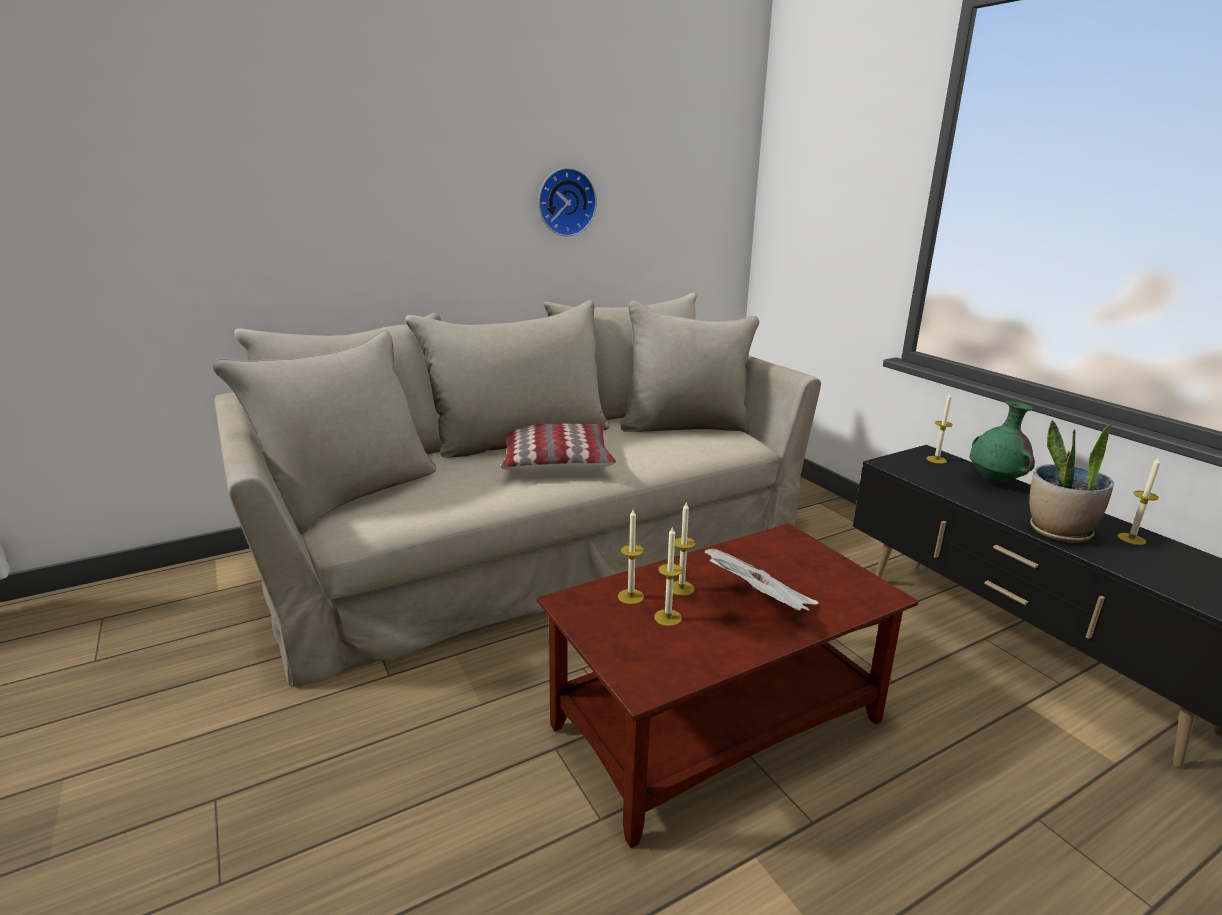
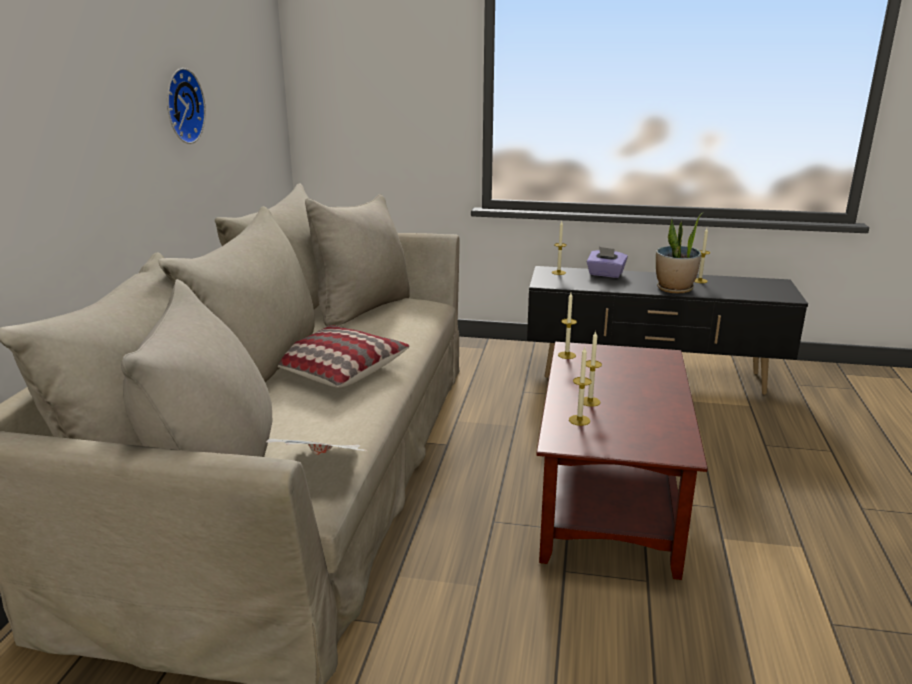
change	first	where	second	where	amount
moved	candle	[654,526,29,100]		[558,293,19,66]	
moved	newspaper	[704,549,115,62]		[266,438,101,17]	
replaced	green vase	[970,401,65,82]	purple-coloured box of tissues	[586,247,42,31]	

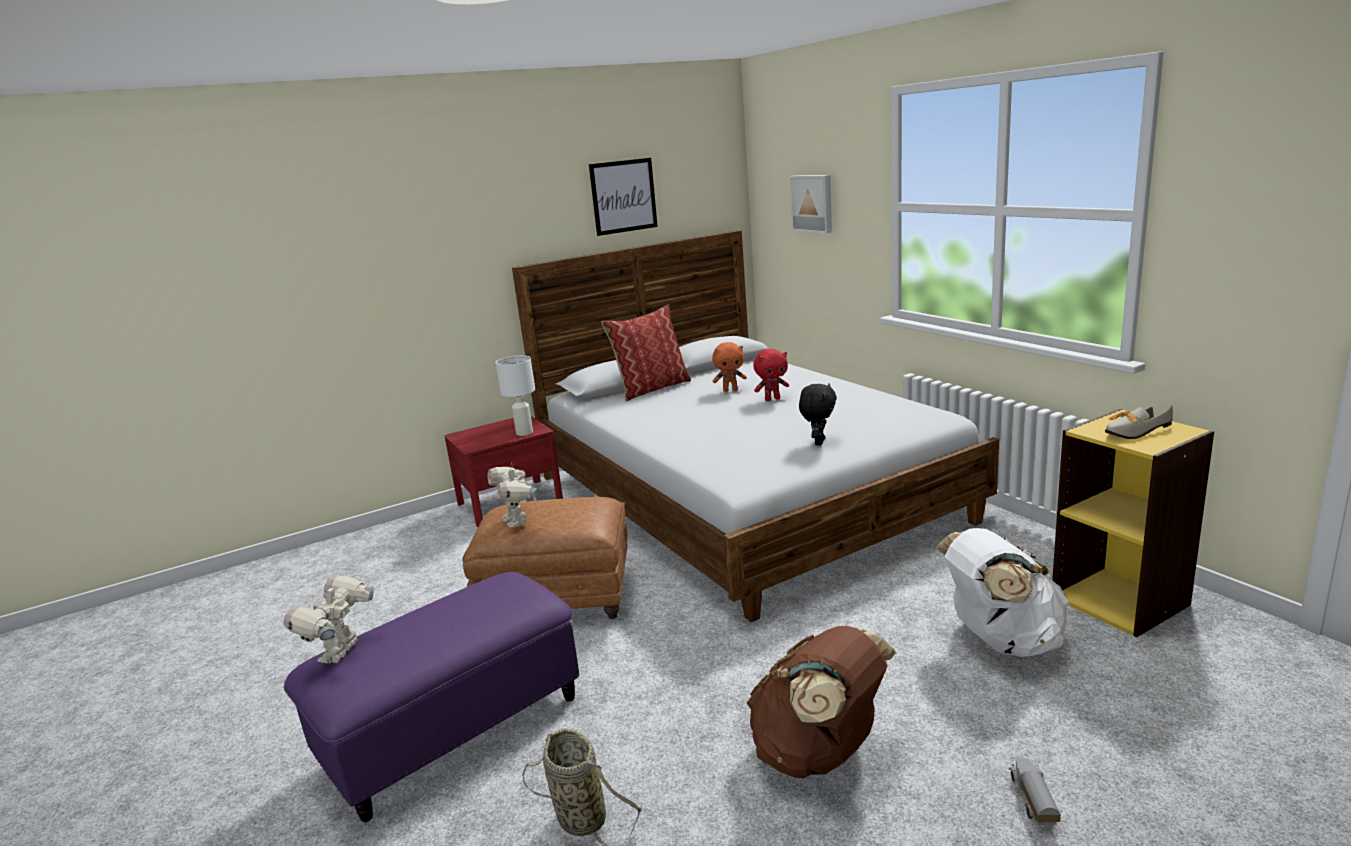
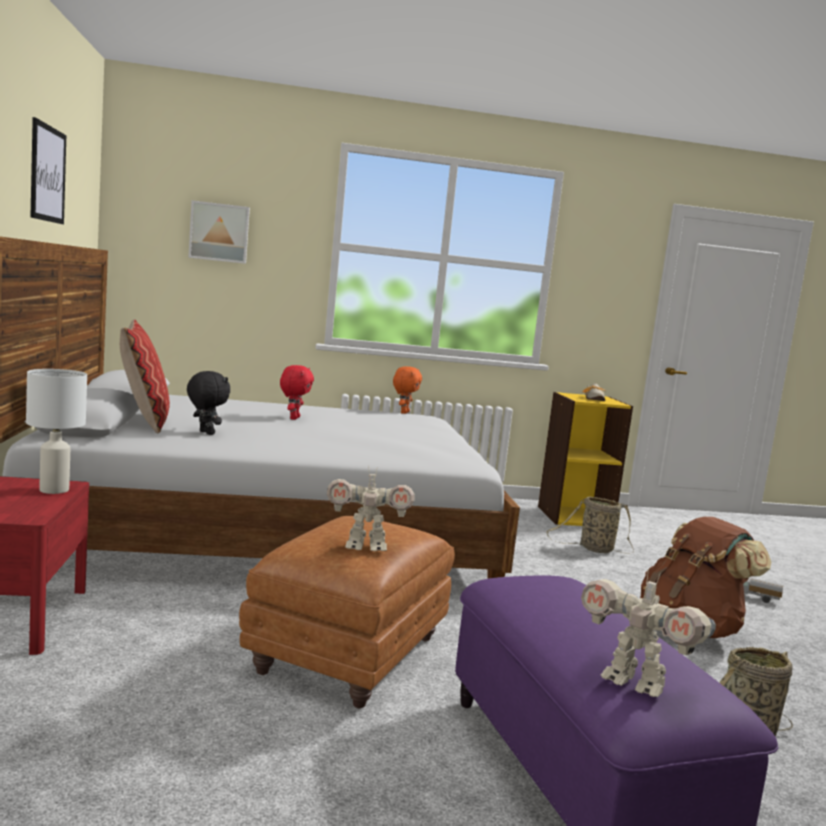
change	first	where	second	where	amount
moved	orangey soft toy	[712,342,35,50]		[393,366,29,48]	
moved	blackish soft toy	[799,383,38,62]		[187,371,43,64]	
replaced	white-coloured rucksack	[936,528,133,129]	basket	[546,497,88,57]	

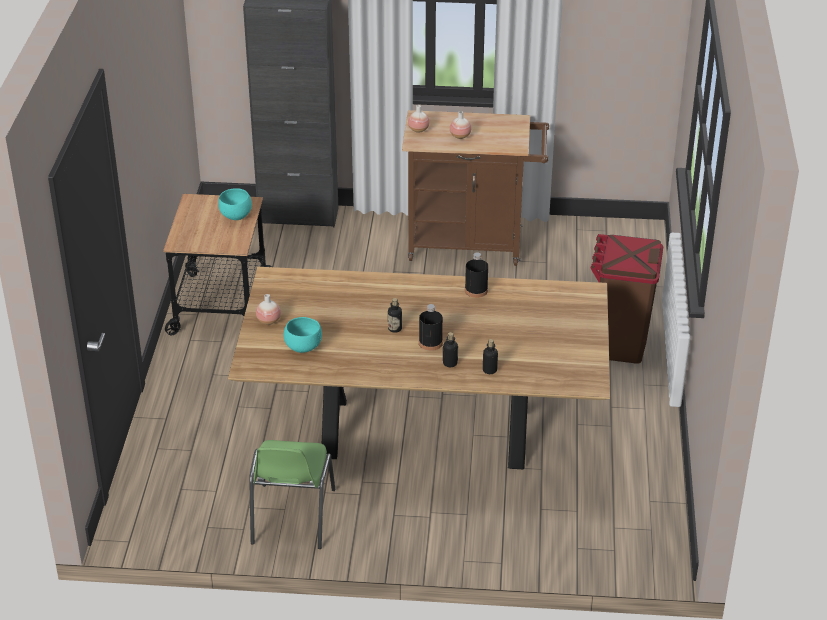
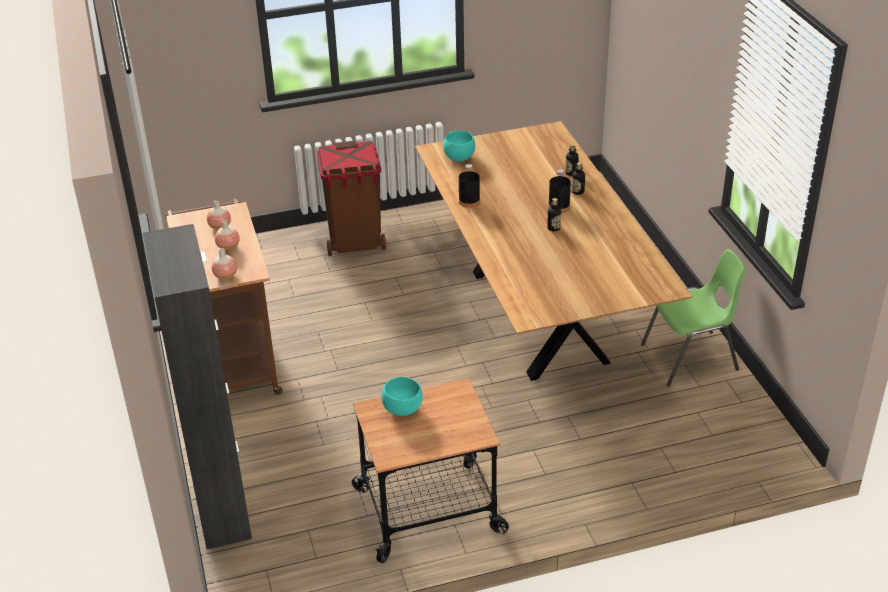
change	first	where	second	where	amount
moved	vase	[256,294,25,31]		[207,200,24,30]	
moved	turquoise-coloured bowl	[284,317,38,36]		[443,131,32,31]	

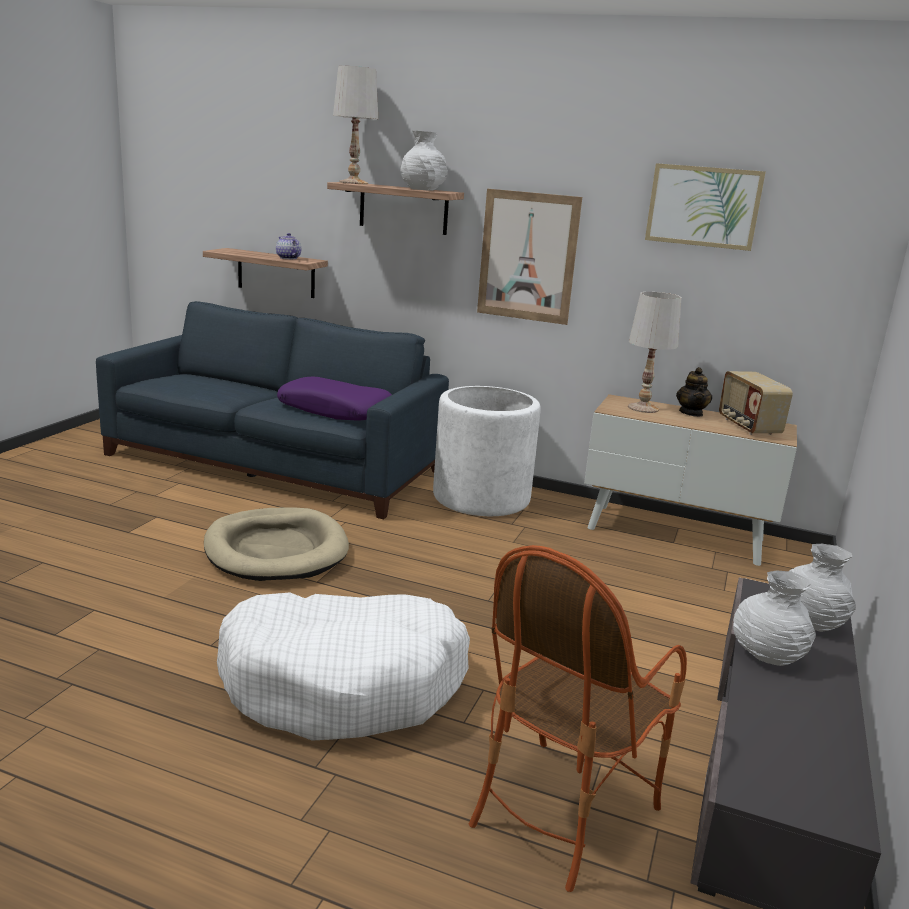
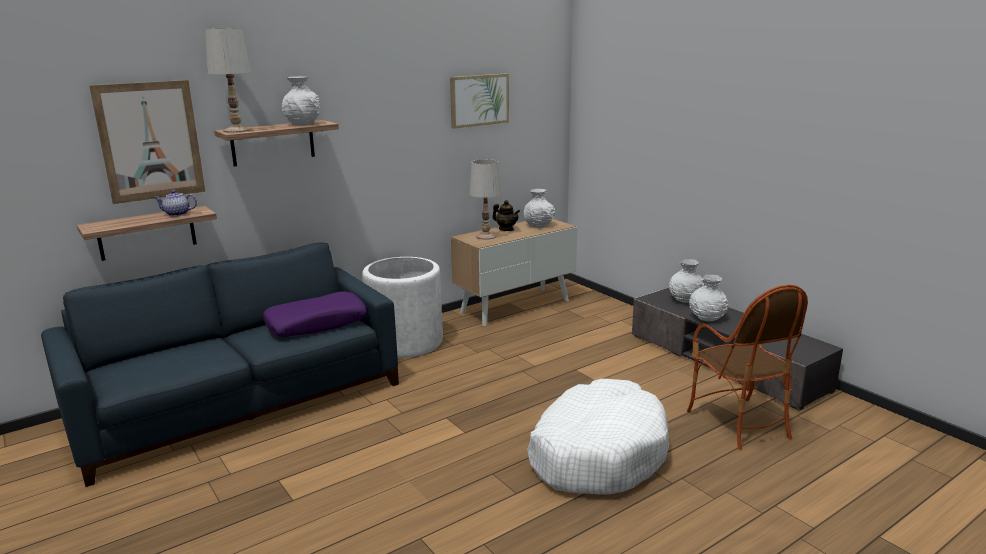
change	first	where	second	where	amount
removed	beige dog cushion	[204,507,145,74]			
moved	wall picture	[477,189,105,136]		[89,80,116,124]	
replaced	radio set	[719,371,74,64]	white-coloured vase	[524,189,31,39]	

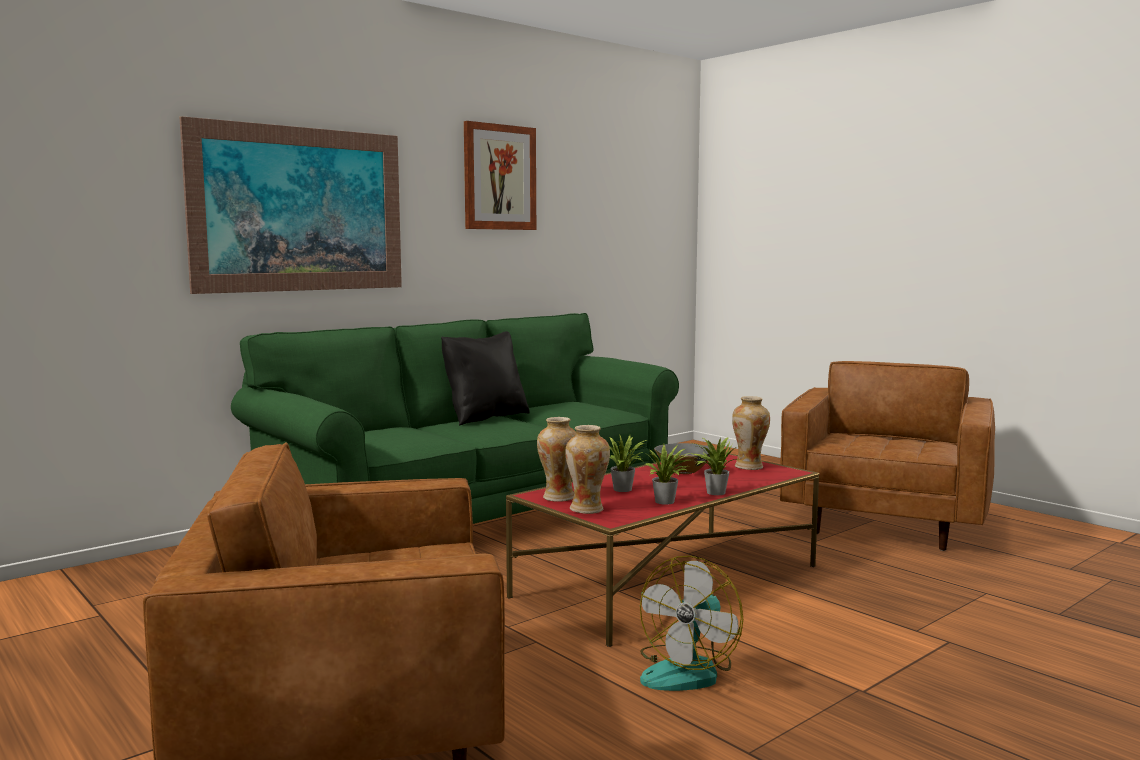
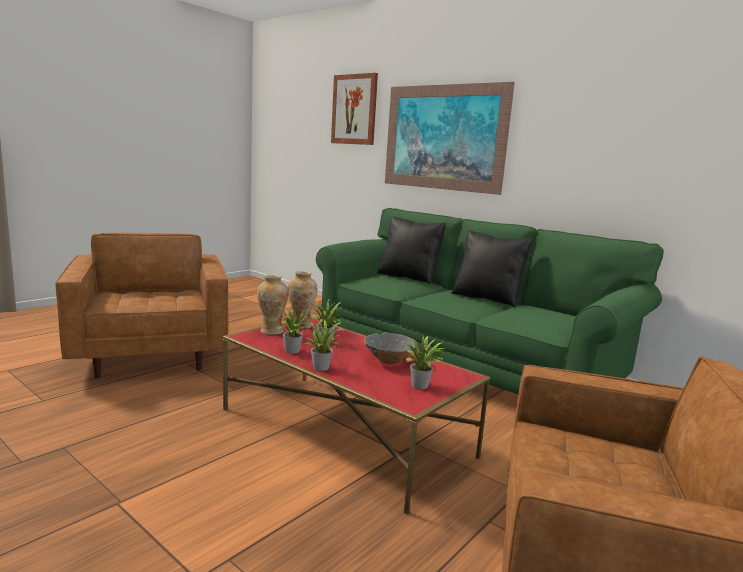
change	first	where	second	where	amount
removed	fan	[640,556,103,135]			
added			blackish cushion	[377,216,69,68]	
moved	wall picture	[464,121,72,109]		[331,73,47,72]	
replaced	vase	[732,396,38,74]	potted plant	[402,335,46,54]	

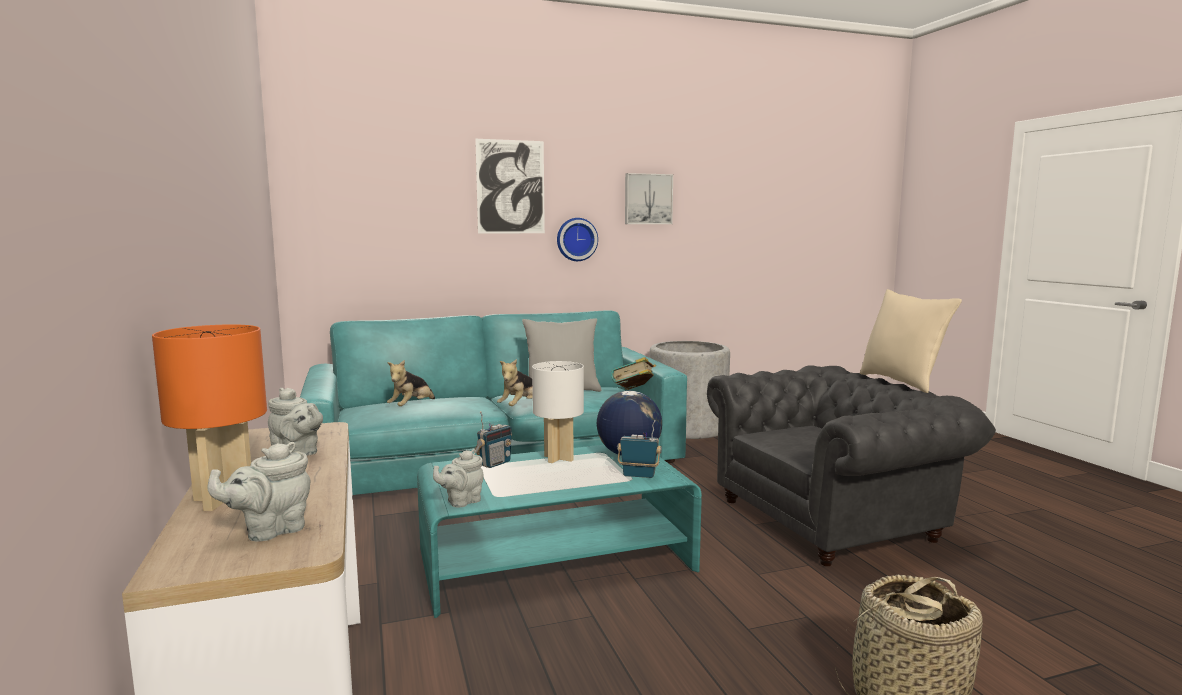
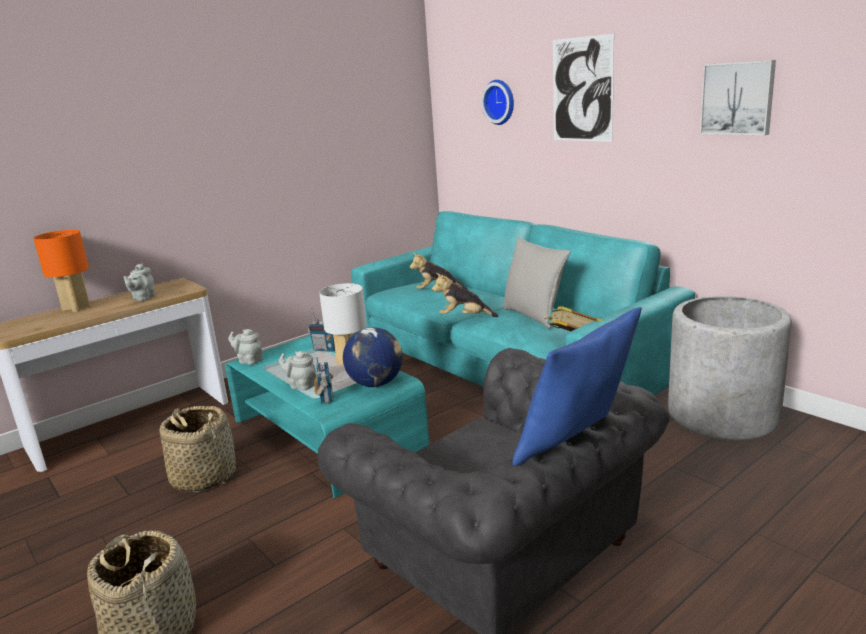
change	first	where	second	where	amount
added			basket	[159,406,77,86]	
moved	gray pot for tea	[207,442,104,100]		[279,351,38,40]	
moved	wall clock	[557,218,41,43]		[481,80,33,45]	
recoloured	beige cushion	[860,289,102,104]	blue cushion	[512,307,130,159]	

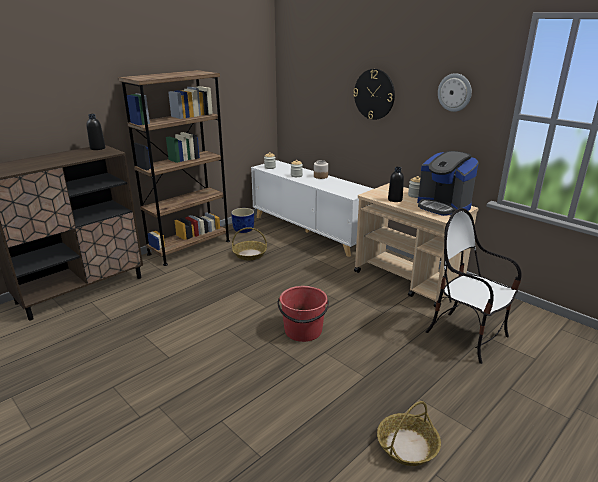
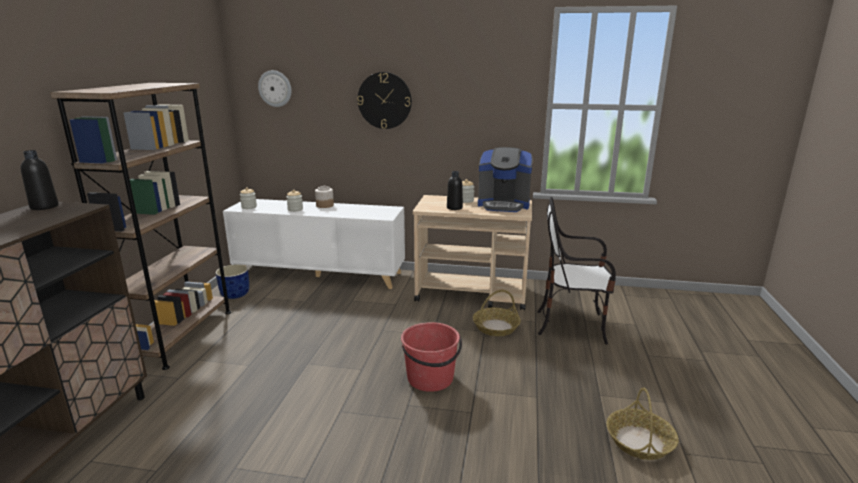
change	first	where	second	where	amount
moved	basket	[232,227,35,33]		[473,290,48,46]	
moved	wall clock	[438,73,34,39]		[258,70,34,37]	

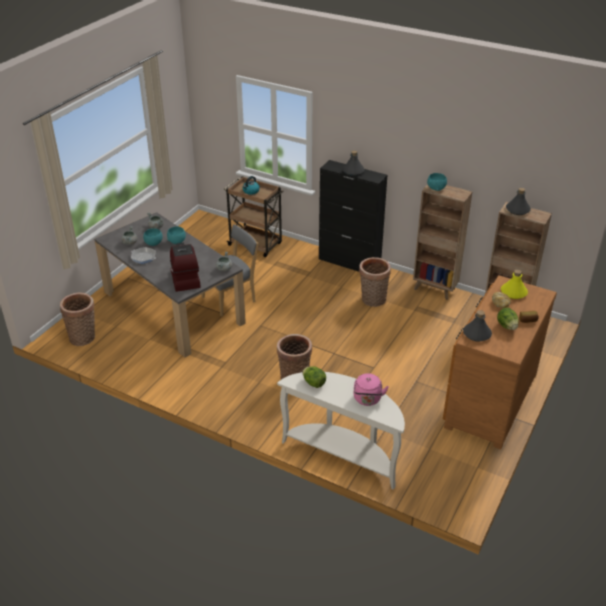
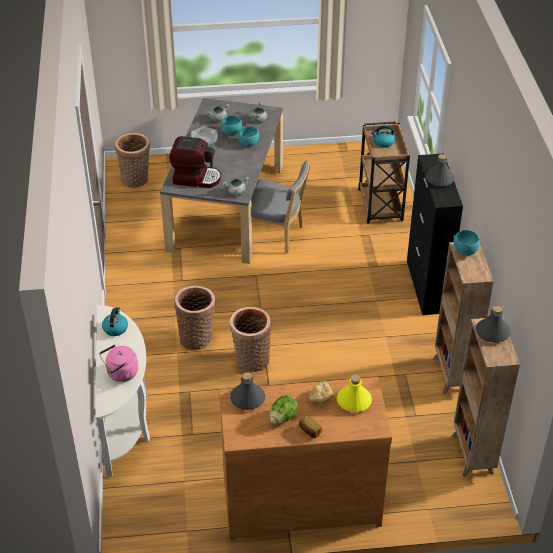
change	first	where	second	where	amount
moved	basket	[359,257,32,50]		[230,307,41,65]	
replaced	head of lettuce	[302,366,24,22]	kettle	[102,307,26,29]	
turned	coffee brewer	[170,243,31,49]		[169,136,52,52]	60 degrees clockwise

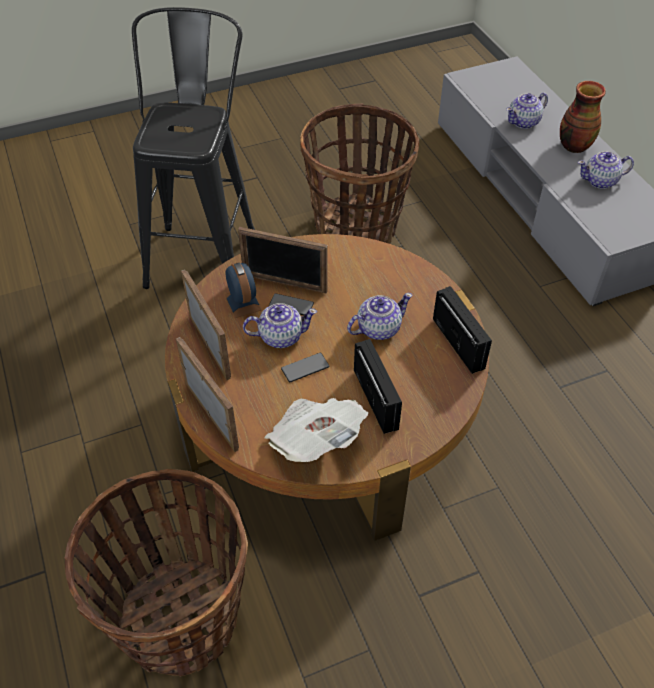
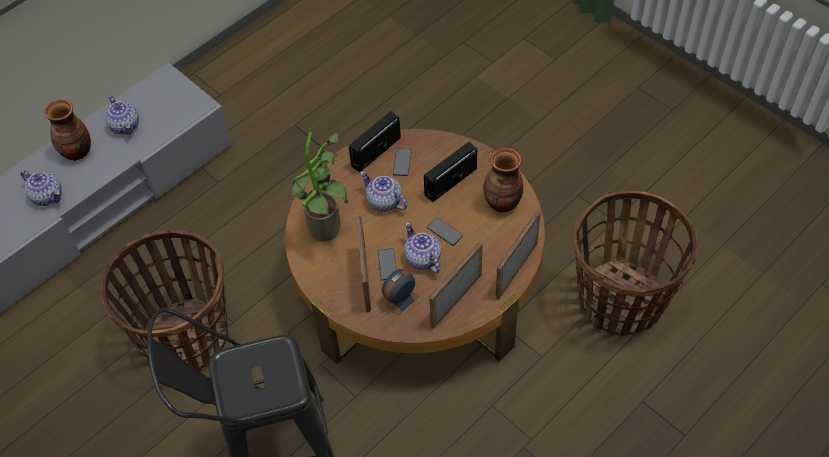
change	first	where	second	where	amount
added			potted plant	[292,130,56,112]	
added			handset	[393,148,19,28]	
replaced	newspaper	[264,398,104,64]	vase	[483,148,40,65]	

